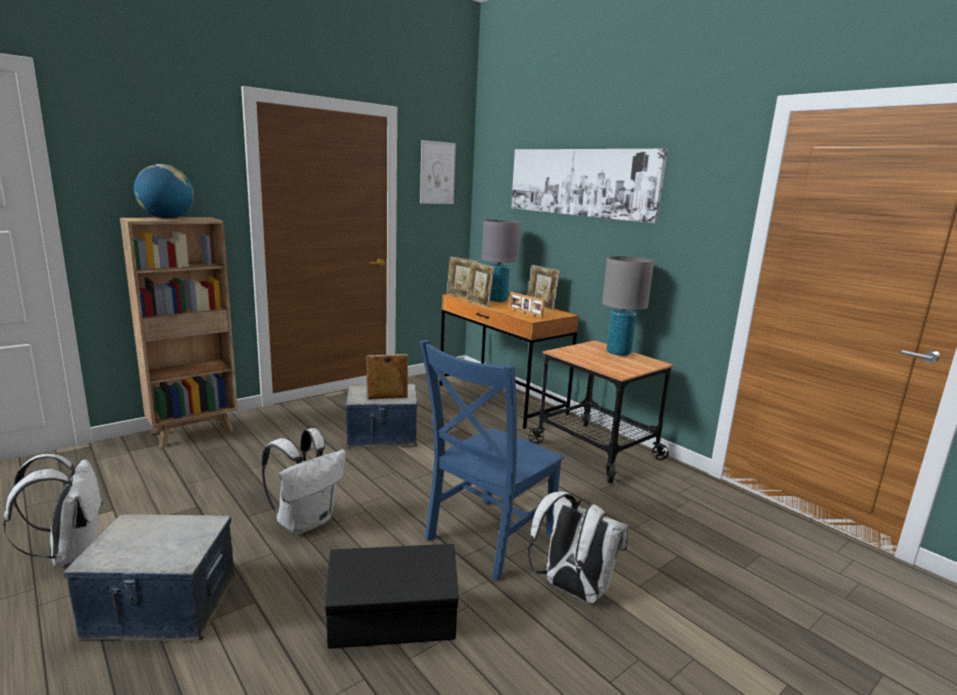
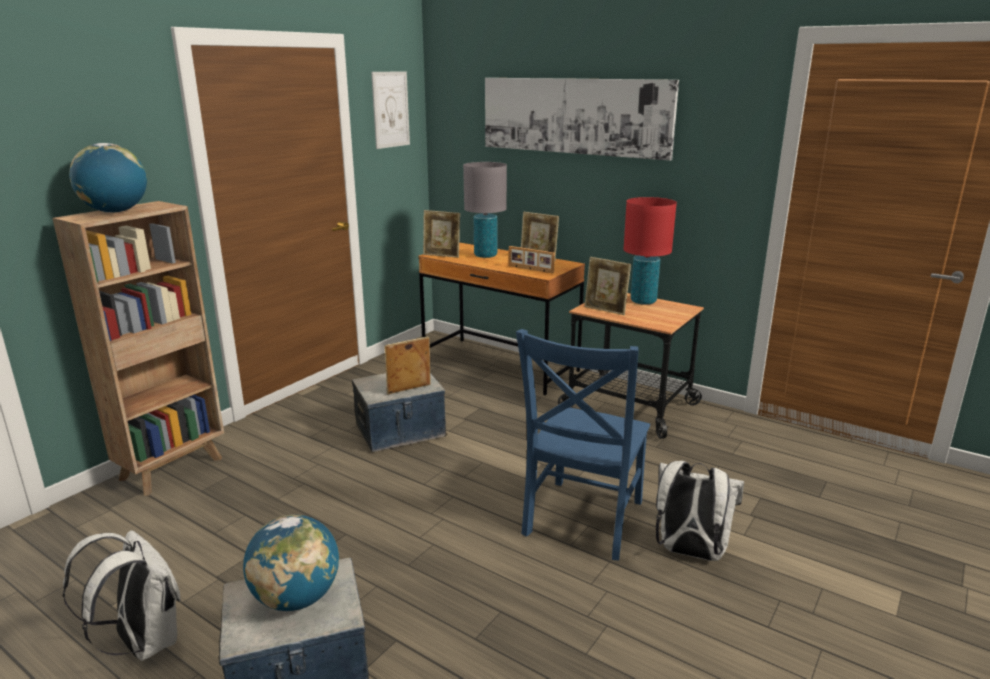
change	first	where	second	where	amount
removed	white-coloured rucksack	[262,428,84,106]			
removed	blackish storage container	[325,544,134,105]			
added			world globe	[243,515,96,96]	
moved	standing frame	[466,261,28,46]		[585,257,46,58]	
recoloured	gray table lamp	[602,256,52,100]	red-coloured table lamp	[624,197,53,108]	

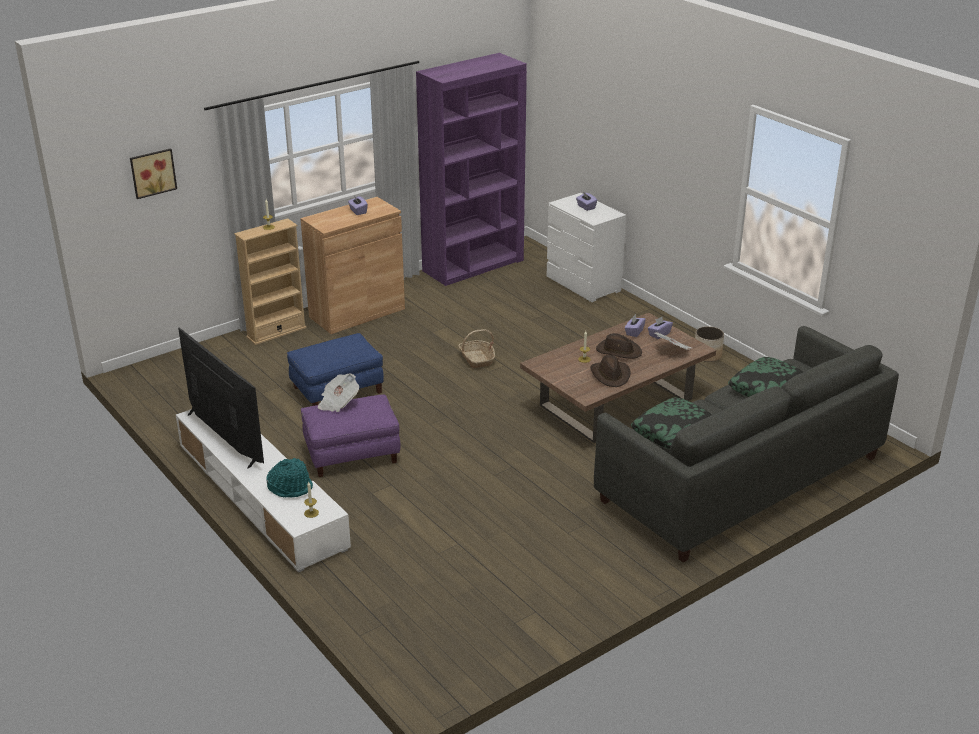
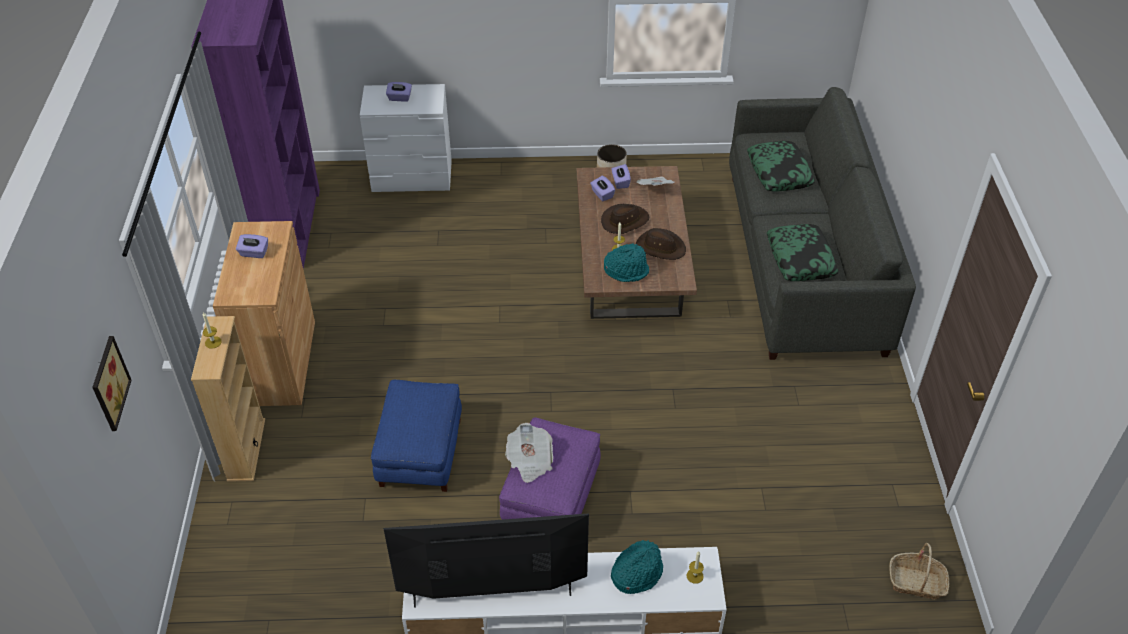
change	first	where	second	where	amount
added			turquoise-coloured wearable hat	[604,243,45,39]	
moved	basket	[458,330,37,38]		[889,543,60,56]	

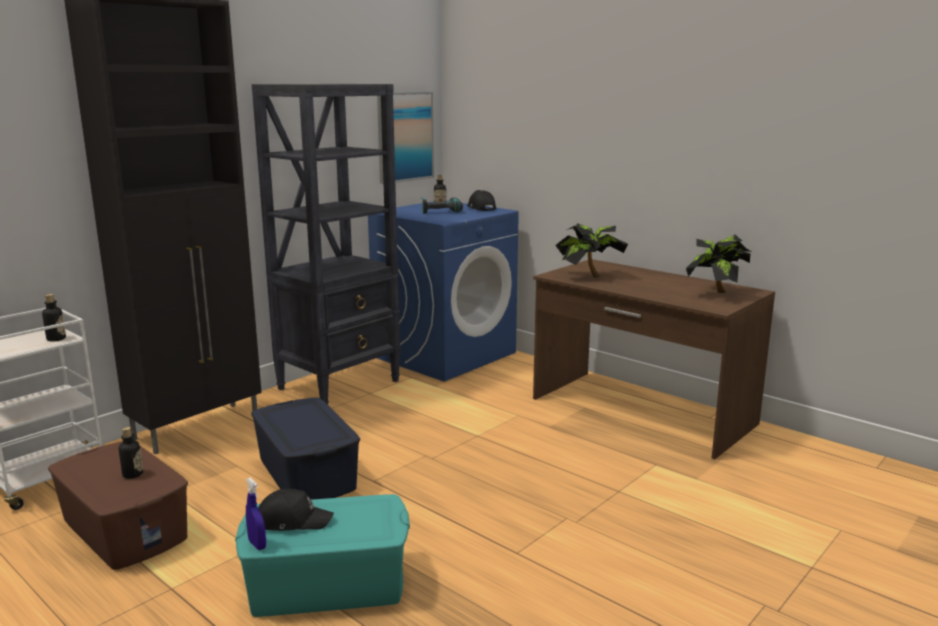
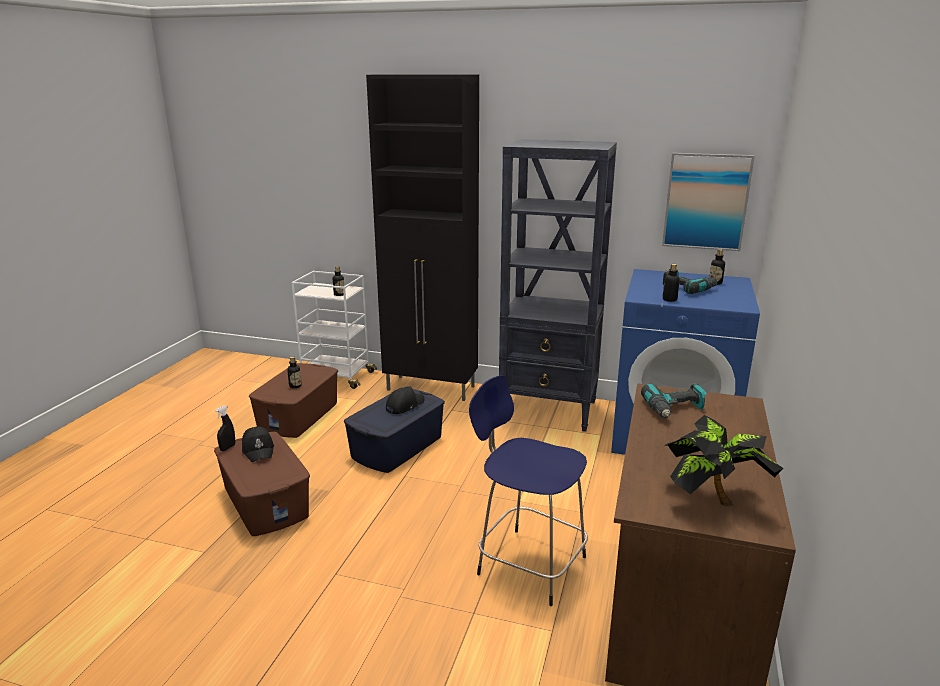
change	first	where	second	where	amount
added			blue stool seat	[469,375,119,231]	
added			beverage bottle	[663,264,17,38]	
moved	blackish peaked cap	[467,190,29,21]		[386,386,39,28]	
replaced	potted plant	[555,223,73,55]	drill	[641,383,66,35]	
recoloured	turquoise-coloured storage container	[235,494,175,123]	brown-coloured storage container	[214,432,96,104]	
recoloured	blue sprayer	[246,478,20,72]	blackish sprayer	[215,406,20,45]	

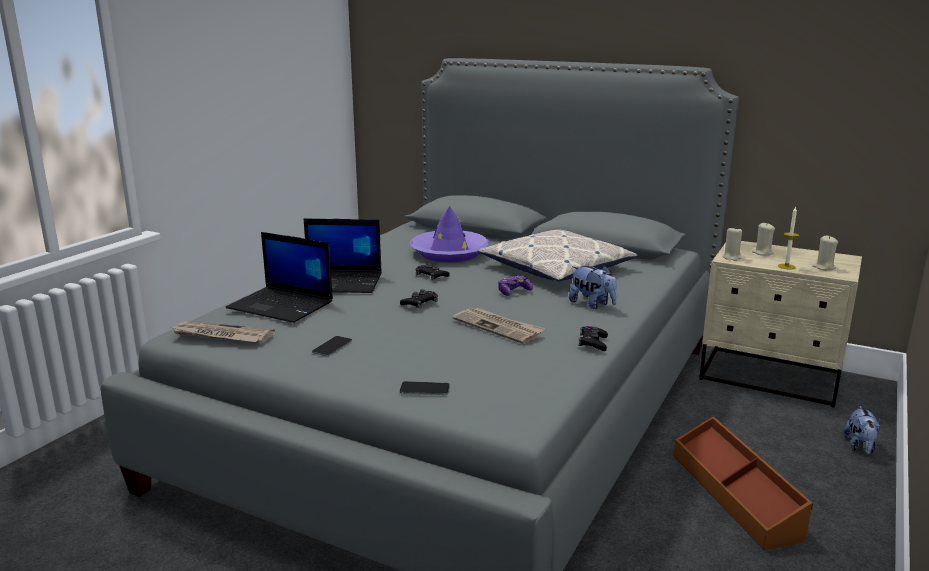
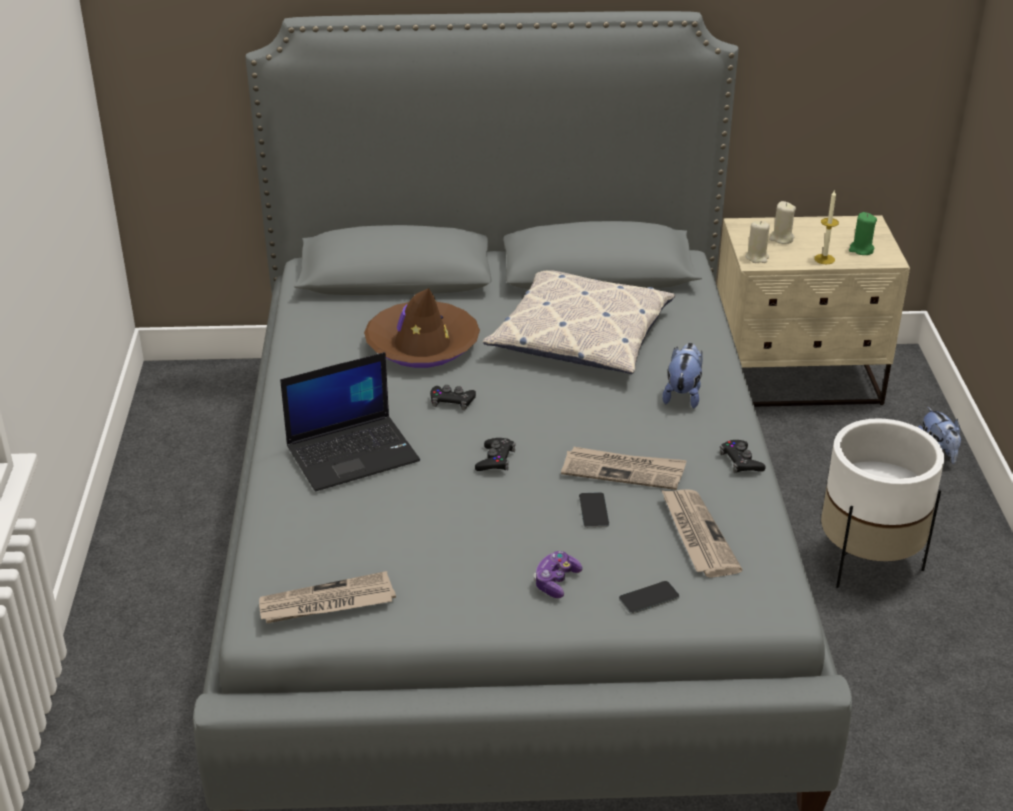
change	first	where	second	where	amount
removed	notebook computer	[226,232,107,91]			
added			newspaper	[662,490,80,88]	
moved	handset	[312,336,40,20]		[579,492,30,36]	
moved	joypad	[498,276,35,20]		[533,551,49,47]	
replaced	brown-coloured storage container	[674,416,139,134]	white-coloured flower pot	[821,418,123,170]	
recoloured	purple-coloured wearable hat	[410,206,79,56]	brown-coloured wearable hat	[364,288,116,80]	
recoloured	beige candle	[812,236,26,34]	green candle	[849,212,28,43]	
turned	soft toy	[569,266,48,43]		[662,343,41,66]	90 degrees counterclockwise

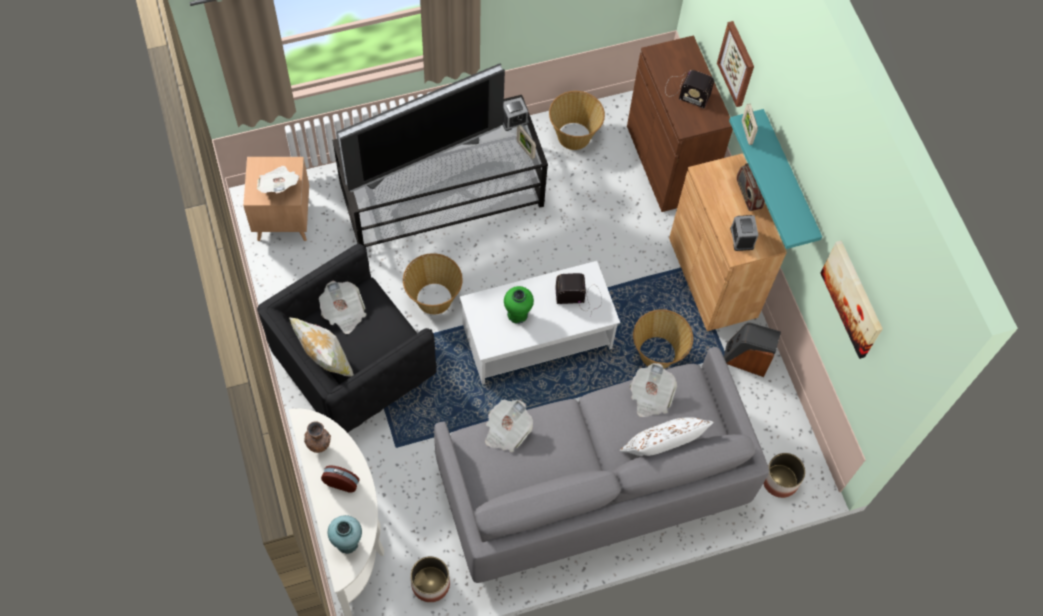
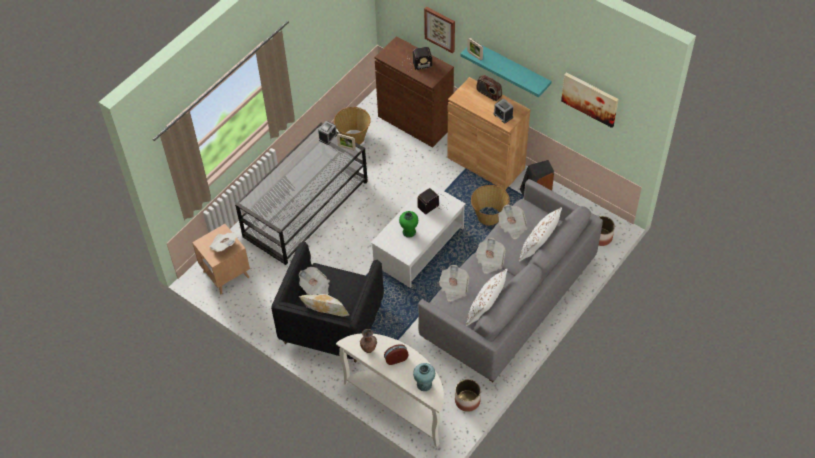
change	first	where	second	where	amount
removed	television	[337,63,168,129]			
removed	basket	[403,253,60,62]			
added			white-coloured cushion	[466,269,42,57]	
added			newspaper	[476,238,30,36]	

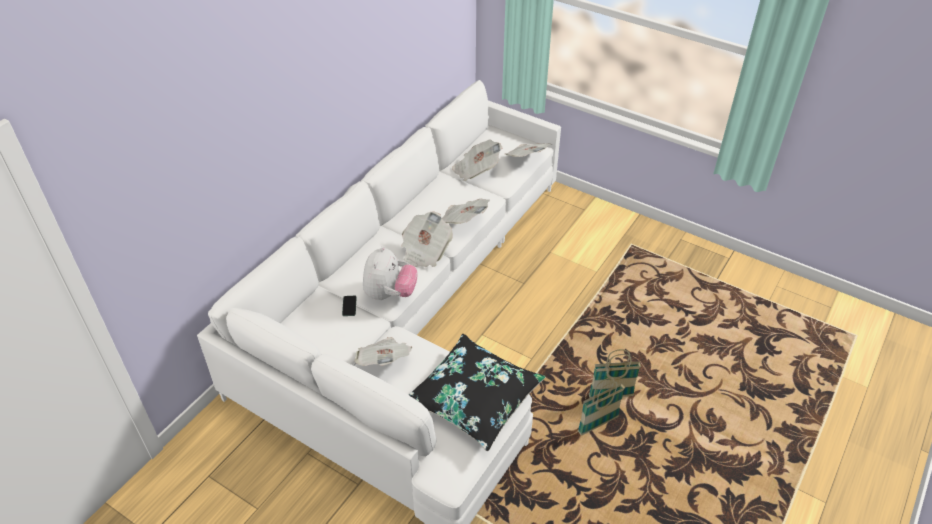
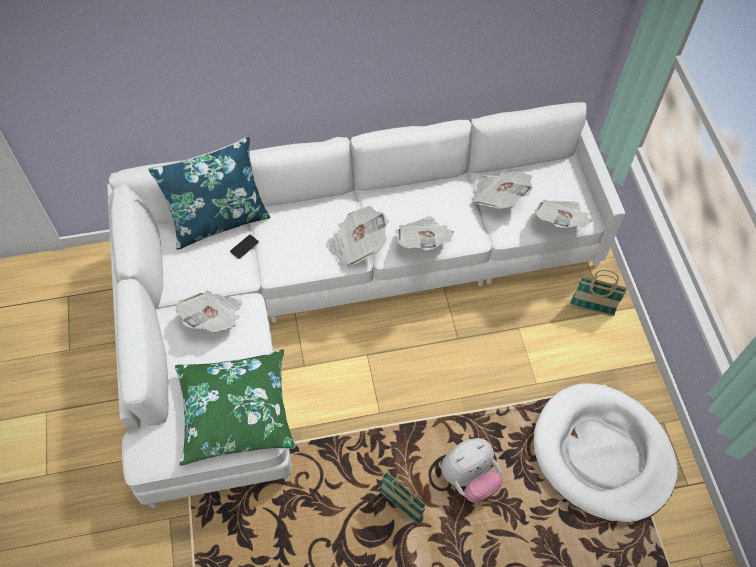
change	first	where	second	where	amount
added			blue cushion	[148,136,122,114]	
added			white-coloured dog cushion	[533,384,145,138]	
moved	soft toy	[363,246,55,54]		[441,438,62,65]	
moved	basket	[578,377,47,59]		[570,270,57,46]	
recoloured	blackish cushion	[408,334,137,117]	green cushion	[175,349,121,117]	

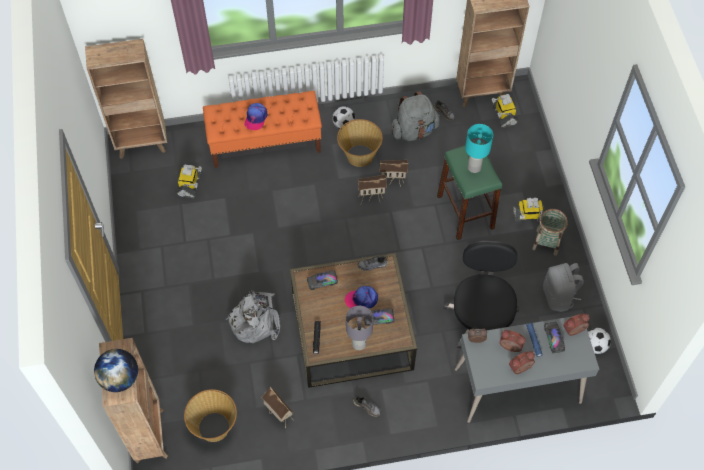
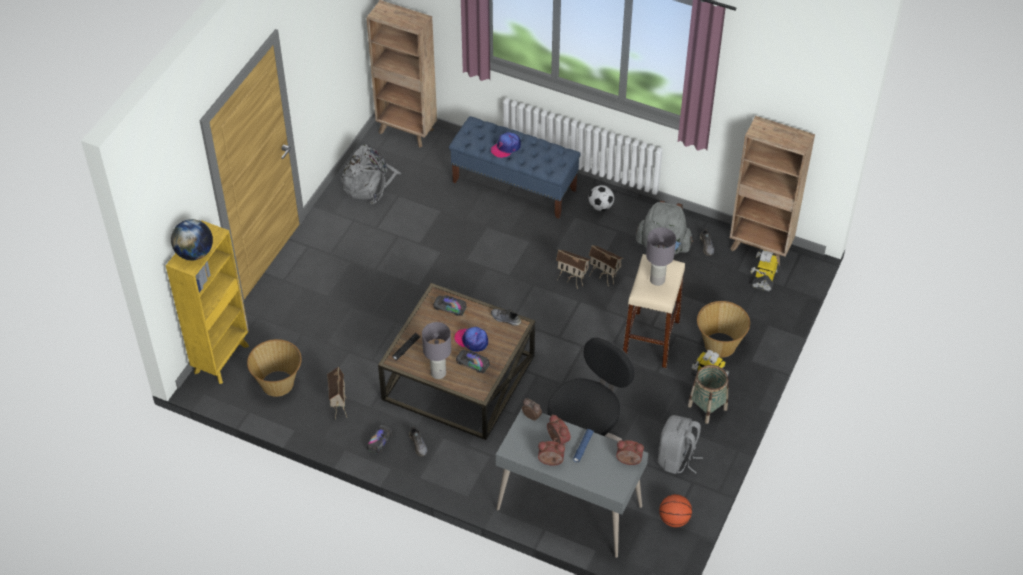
change	first	where	second	where	amount
removed	model robot	[177,164,25,34]			
moved	gray rucksack	[226,290,54,53]		[341,144,60,61]	
moved	basket	[337,119,46,48]		[697,301,53,57]	
moved	toy lorry	[544,322,21,31]		[367,424,26,31]	
replaced	football ball	[588,328,23,26]	basketball	[659,494,33,33]	
recoloured	brown-coloured bookcase	[99,338,69,126]	yellow bookcase	[166,220,83,164]	
recoloured	orangey indoor bench	[203,91,119,77]	blue indoor bench	[449,116,132,103]	
recoloured	green stool seat	[437,142,65,98]	beige stool seat	[623,254,62,114]	
recoloured	turquoise-coloured table lamp	[465,124,28,49]	gray table lamp	[646,227,30,59]	

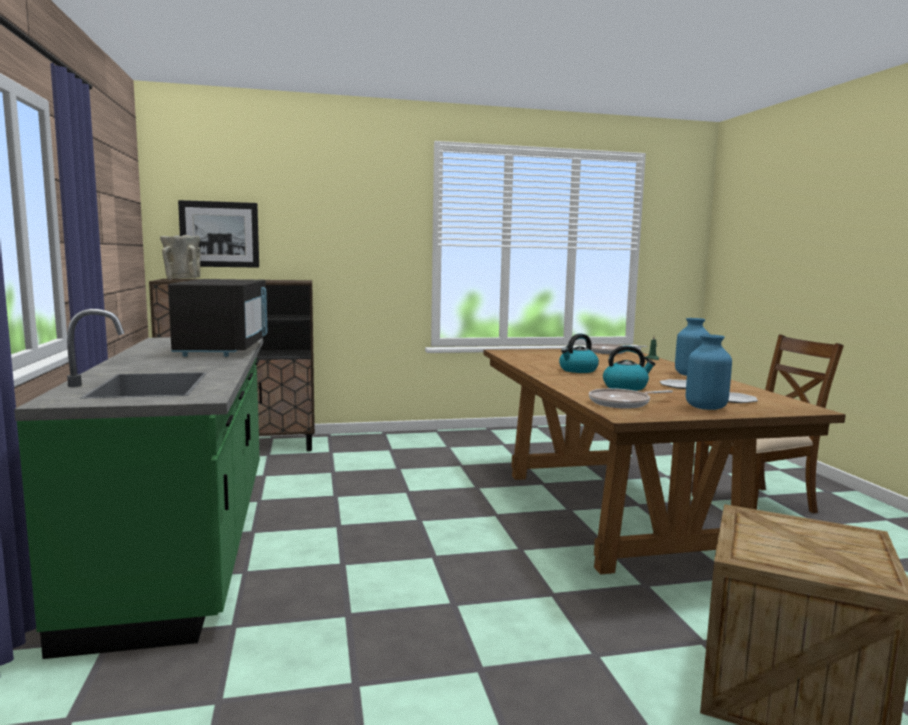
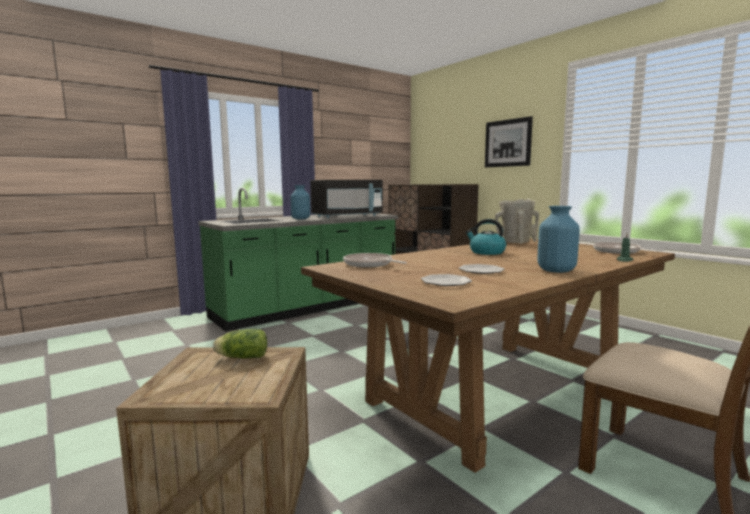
change	first	where	second	where	amount
removed	kettle	[603,345,52,46]			
added			head of lettuce	[213,329,54,29]	
moved	beige vase	[160,235,41,45]		[495,199,44,45]	
moved	wall picture	[178,200,81,68]		[485,116,48,51]	
moved	blue vase	[686,334,46,76]		[291,185,19,34]	

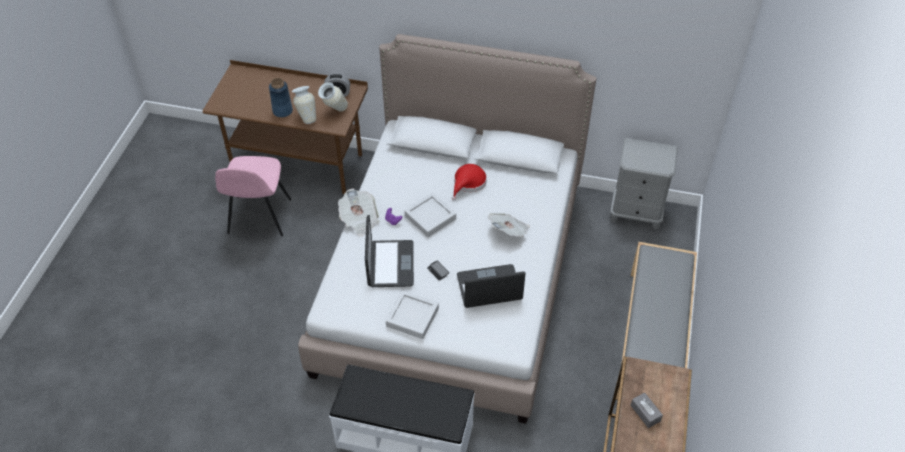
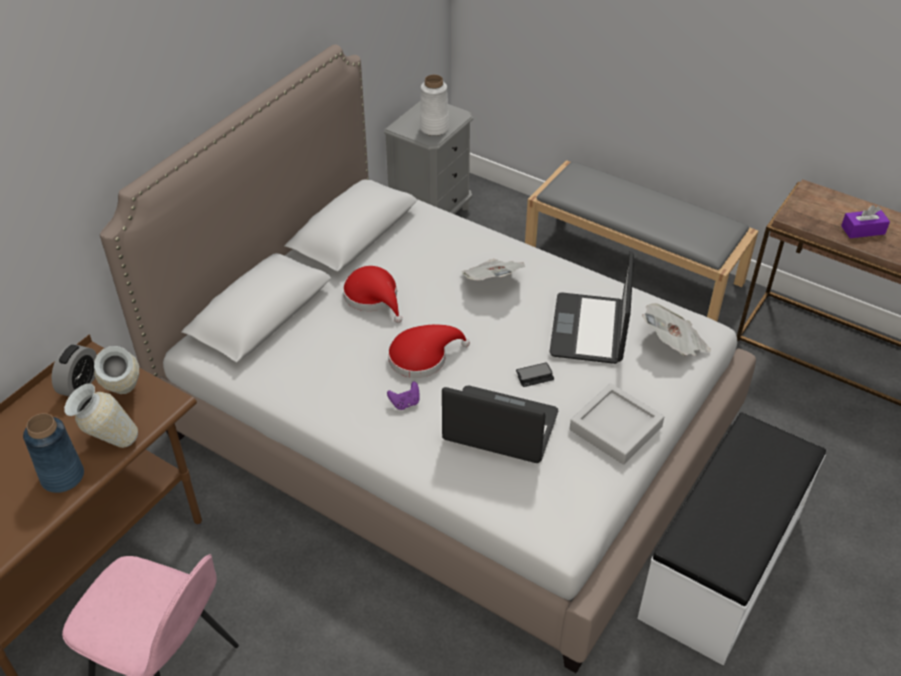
change	first	where	second	where	amount
added			white-coloured vase	[420,75,29,61]	
moved	newspaper	[338,189,42,47]		[642,303,69,53]	
replaced	gray tray	[404,193,52,44]	red-coloured wearable hat	[388,325,82,53]	
recoloured	gray box of tissues	[631,392,32,36]	purple-coloured box of tissues	[841,205,49,33]	

